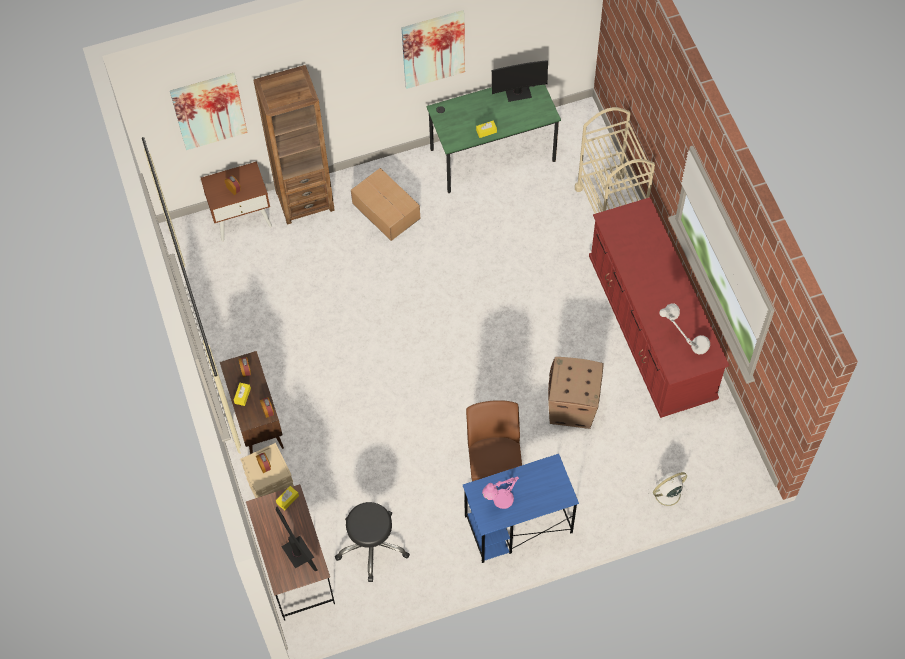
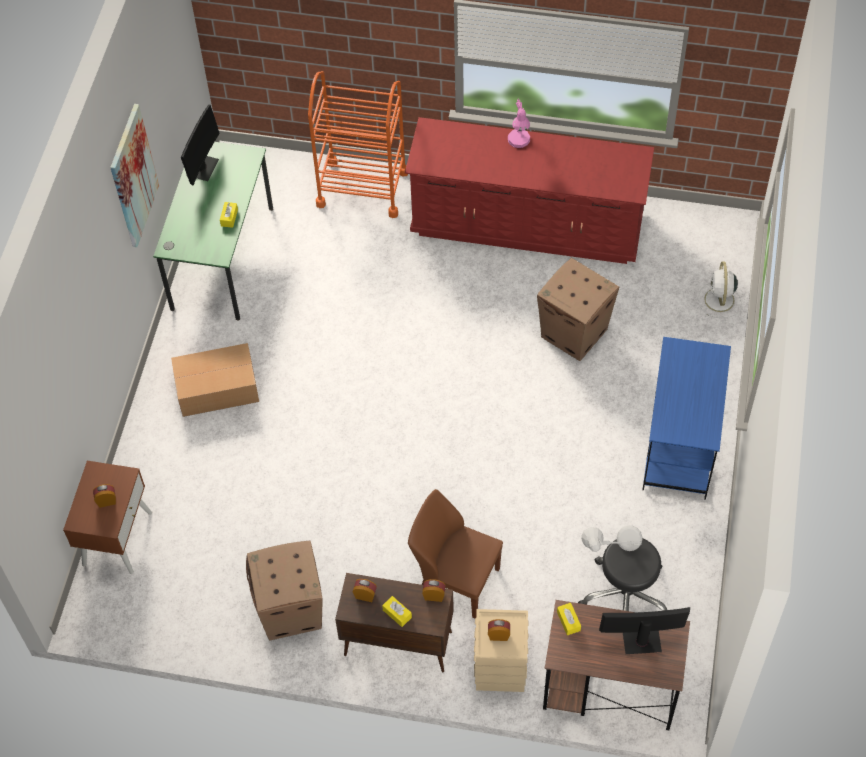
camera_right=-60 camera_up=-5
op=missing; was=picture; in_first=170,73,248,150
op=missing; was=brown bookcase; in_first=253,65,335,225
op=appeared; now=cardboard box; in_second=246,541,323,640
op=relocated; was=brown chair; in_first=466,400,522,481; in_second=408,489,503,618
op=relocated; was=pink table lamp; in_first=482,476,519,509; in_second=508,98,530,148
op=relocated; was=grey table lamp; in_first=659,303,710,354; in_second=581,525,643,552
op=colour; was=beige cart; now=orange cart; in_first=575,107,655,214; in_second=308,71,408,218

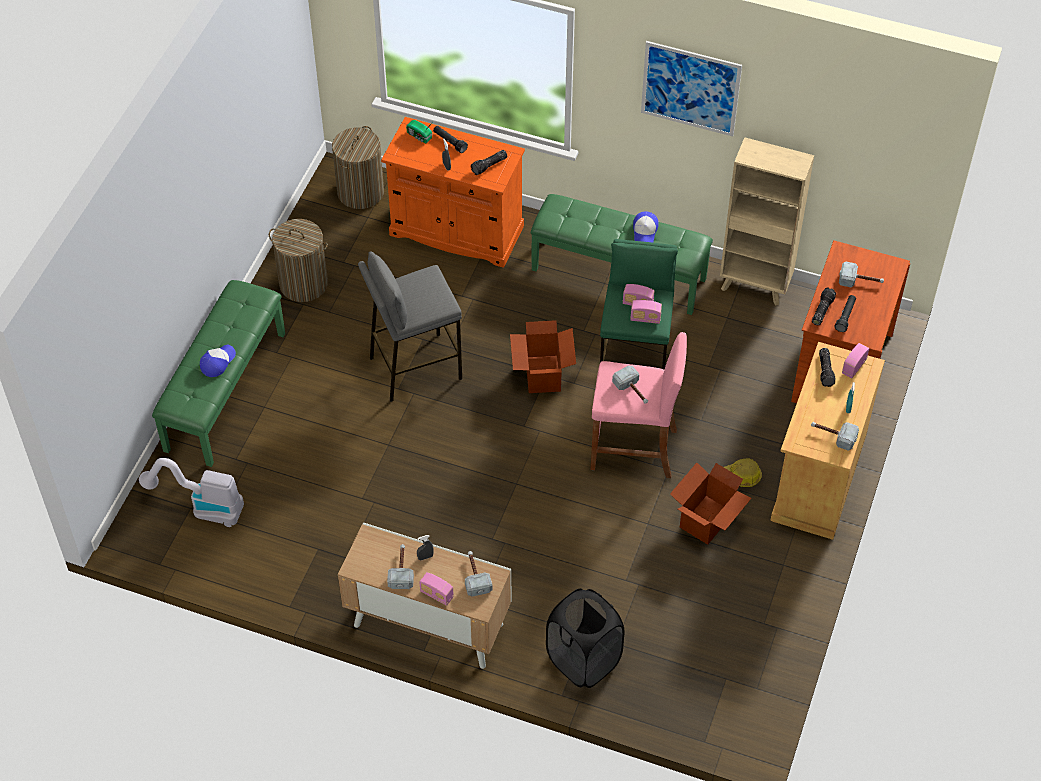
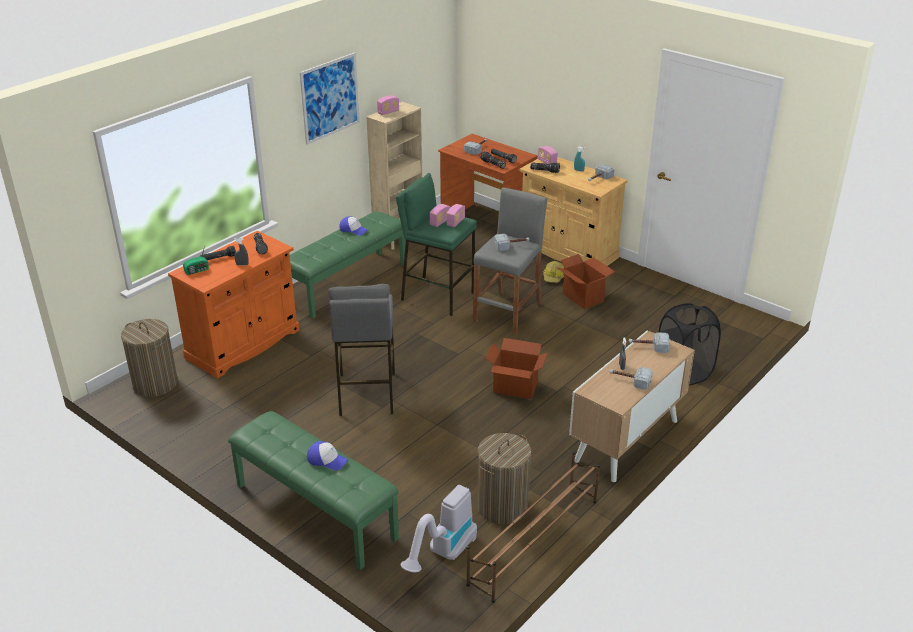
camera_right=-70 camera_up=-20
op=appeared; now=brown shoe rack; in_second=466,451,600,603
op=relocated; was=laundry basket; in_first=269,219,328,302; in_second=477,433,531,524
op=relocated; was=radio; in_first=419,572,454,606; in_second=377,95,399,115
op=relocated; was=cardboard box; in_first=510,320,576,393; in_second=485,338,548,399
op=colour; was=pink stool; now=grey stool; in_first=591,332,687,478; in_second=473,187,547,334
op=spun; was=cap; in_first=200,345,236,377; in_second=307,441,348,470; clockwise=150

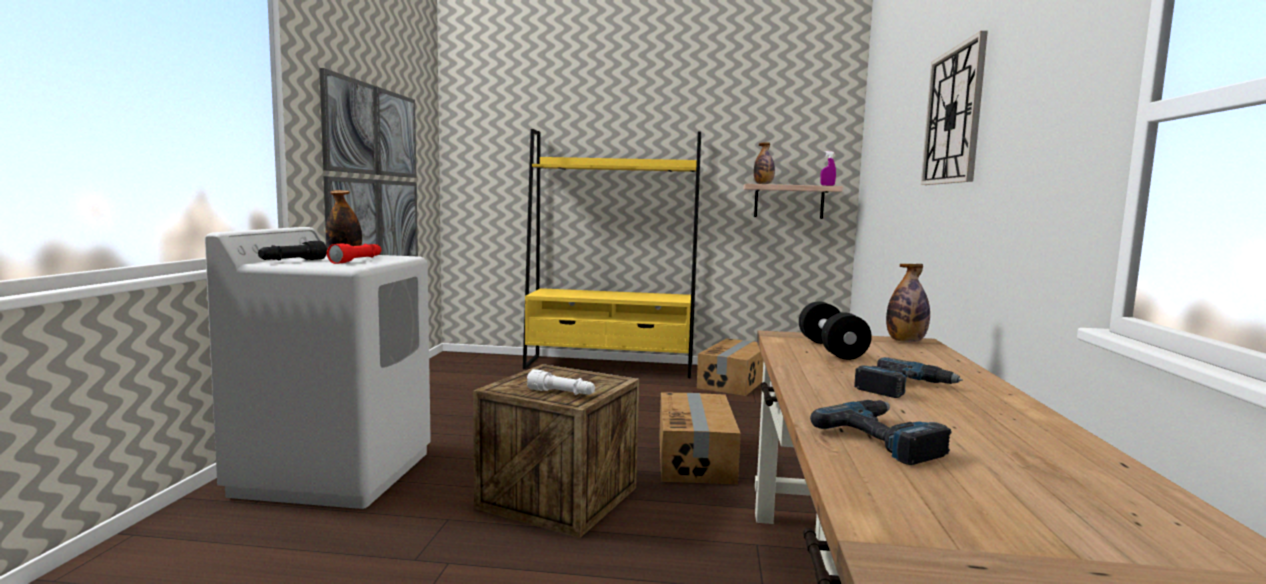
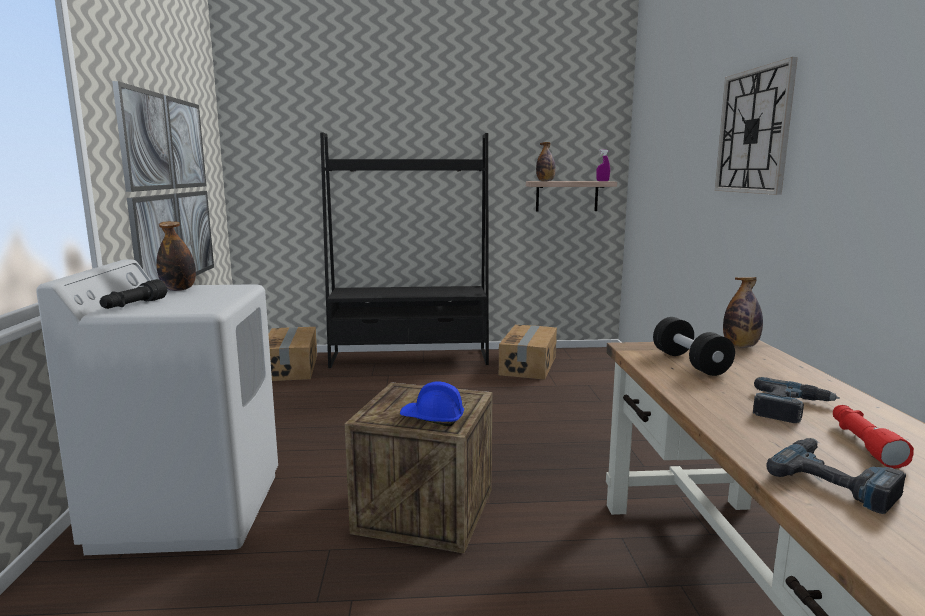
camera_right=-10 camera_up=5
op=relocated; was=red flashlight; in_first=326,243,381,264; in_second=833,405,914,469
op=relocated; was=cardboard box; in_first=659,392,741,485; in_second=269,327,317,381
op=exchanged; was=white flashlight; now=blue hard hat; in_first=527,369,595,395; in_second=400,381,464,426
op=colour; was=yellow bookcase; now=black bookcase; in_first=523,129,701,378; in_second=320,132,489,368

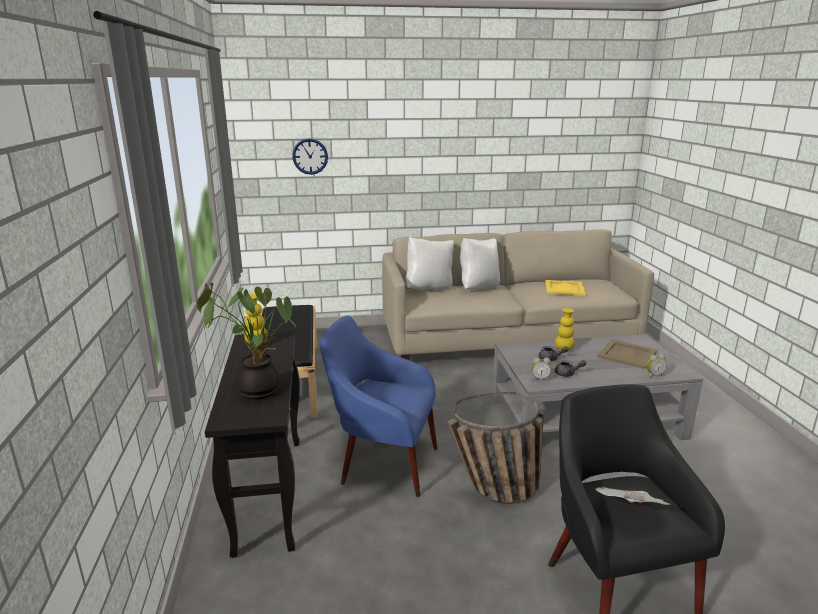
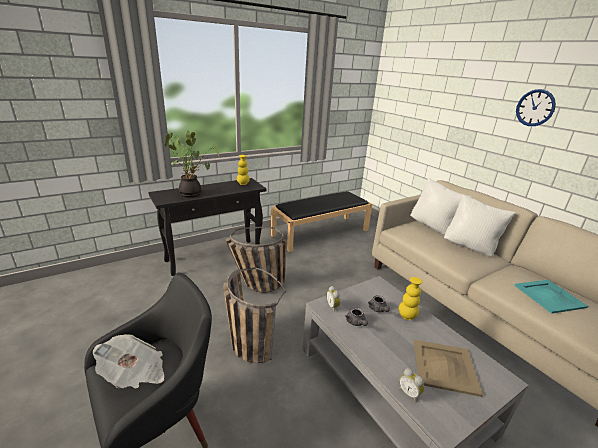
camera_right=65 camera_up=5
op=relocated; was=wall clock; in_first=292,138,328,175; in_second=516,89,556,126
op=exchanged; was=blue armchair; now=basket; in_first=320,315,437,497; in_second=226,227,287,293
op=colour; was=yellow tray; now=turquoise tray; in_first=545,280,586,296; in_second=514,280,588,314

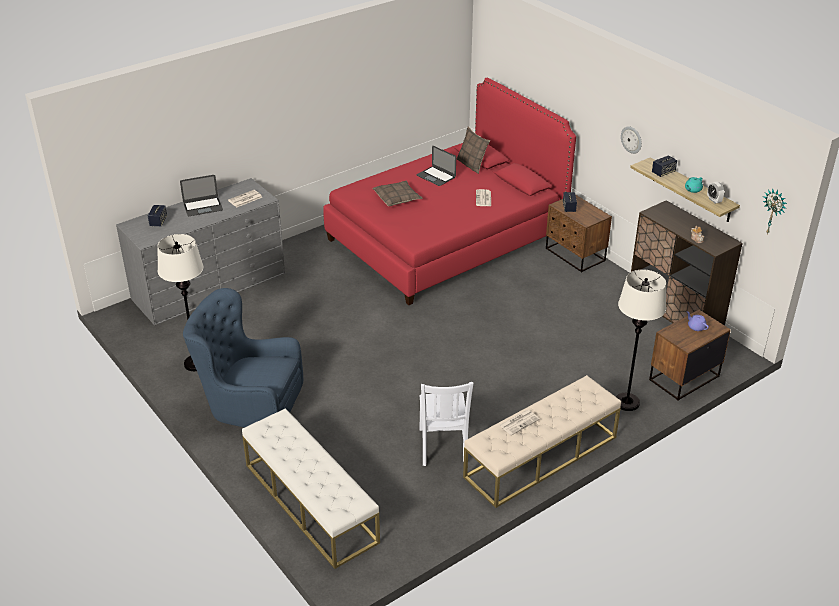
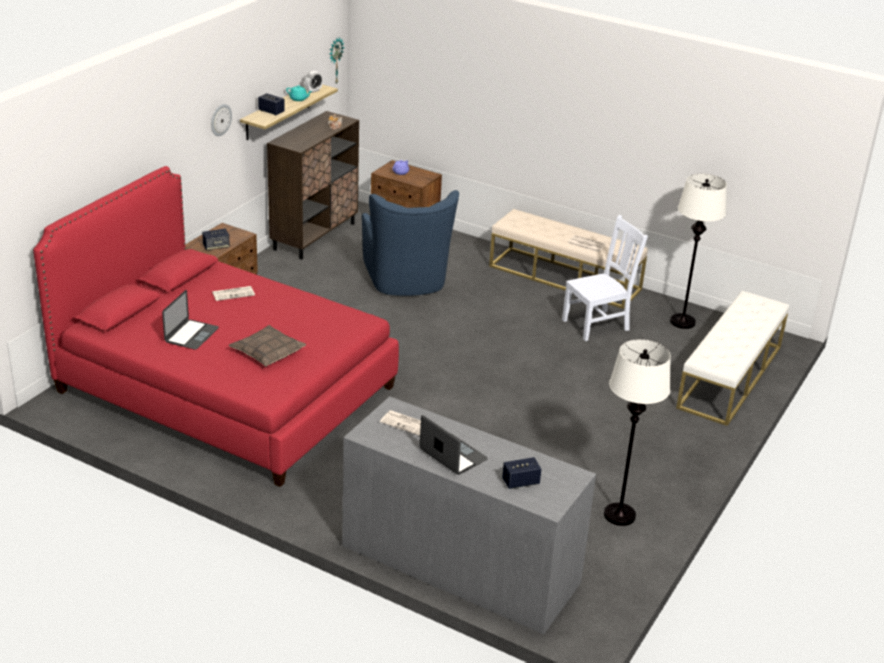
camera_right=-115 camera_up=-5
op=missing; was=pillow; in_first=457,127,490,174
op=relocated; was=blue armchair; in_first=183,288,303,428; in_second=362,190,459,296
op=relocated; was=white floor lamp; in_first=616,269,666,411; in_second=670,174,727,329

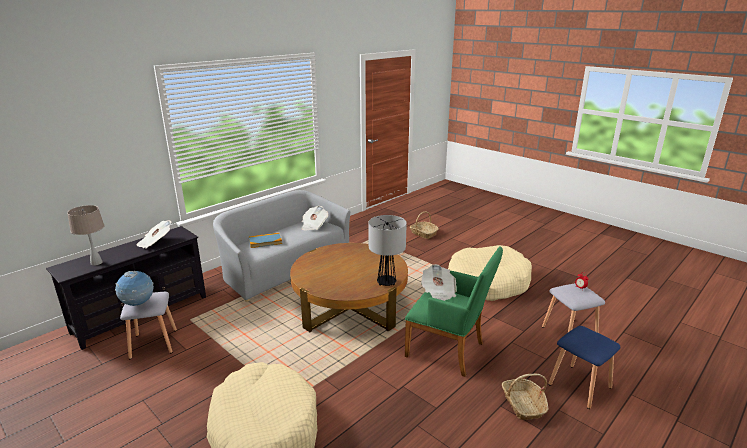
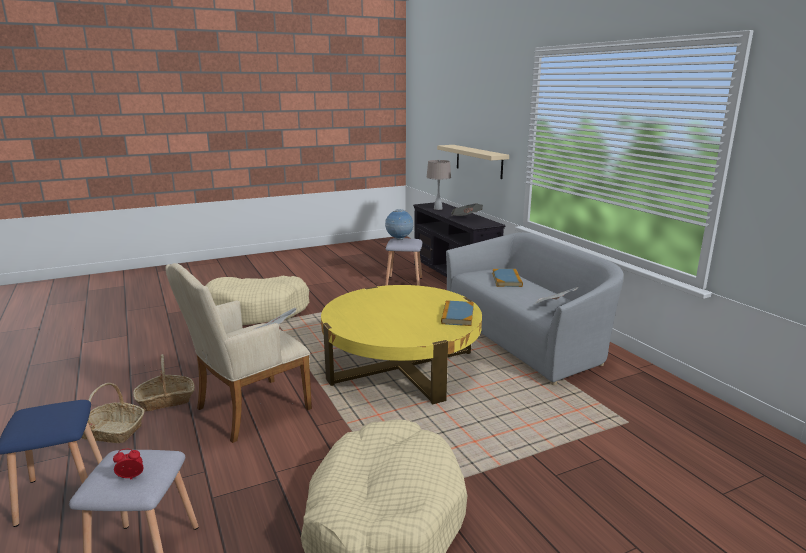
camera_right=110 camera_up=-5
op=missing; was=table lamp; in_first=369,215,407,286
op=appeared; now=beige shelf; in_second=437,145,509,179
op=appeared; now=book; in_second=441,300,474,326
op=relocated; was=basket; in_first=410,212,439,239; in_second=133,354,195,412
op=colour; was=brown coffee table; now=yellow coffee table; in_first=290,243,408,332; in_second=321,285,482,405
op=colour; was=green armchair; now=beige armchair; in_first=405,246,503,377; in_second=166,263,312,443

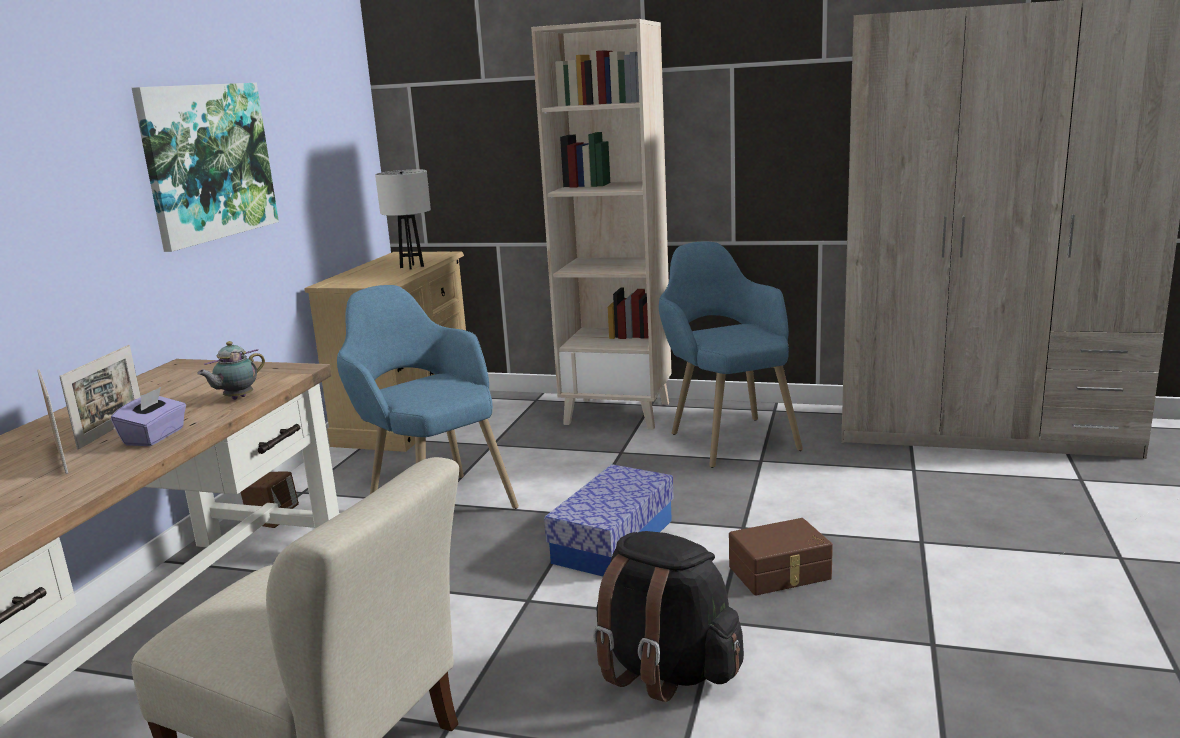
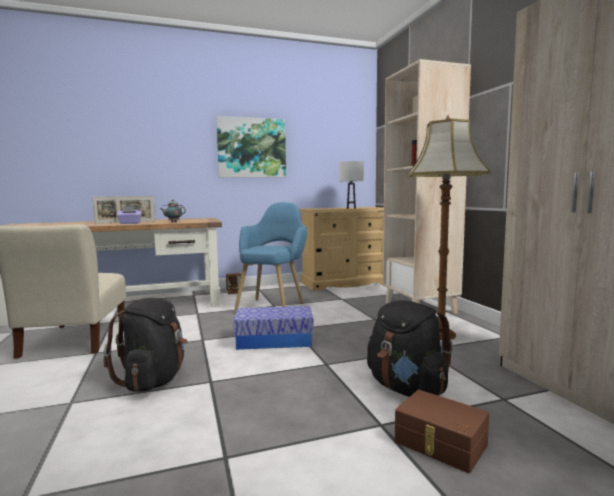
camera_right=55 camera_up=-10
op=appeared; now=black backpack; in_second=367,300,453,397
op=relocated; was=brown storage box; in_first=729,518,833,595; in_second=395,390,489,473
op=exchanged; was=blue armchair; now=floor lamp; in_first=659,241,803,468; in_second=407,115,491,340

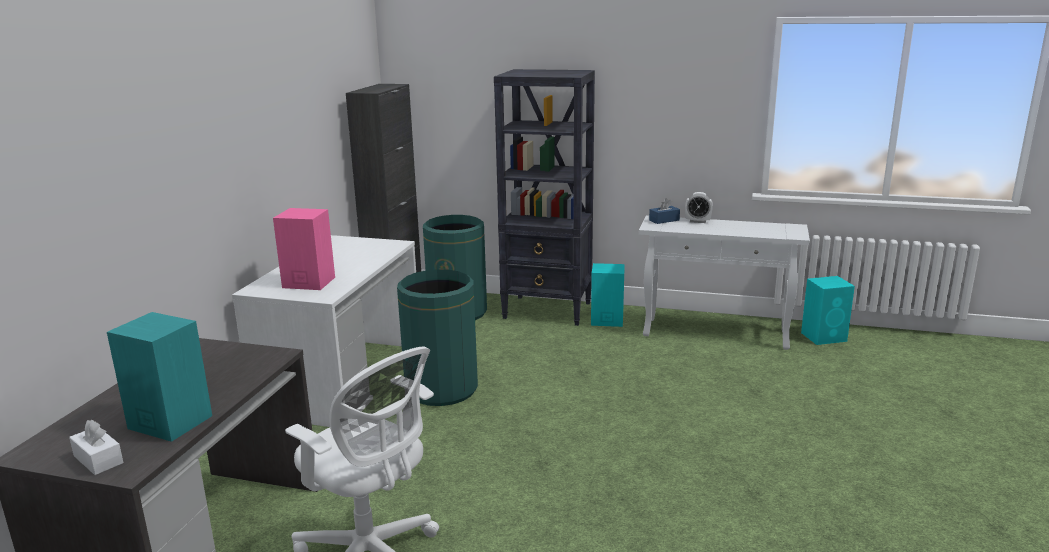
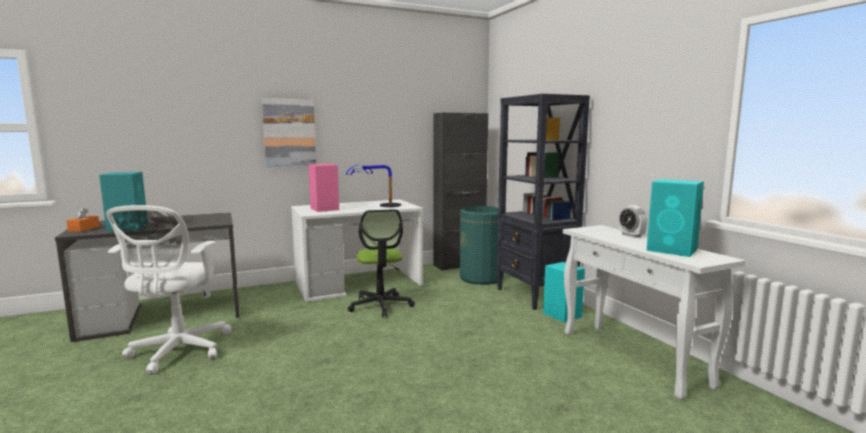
camera_right=50 camera_up=-10
op=missing; was=blue tissue box; in_first=649,198,680,224
op=appeared; now=picture; in_second=262,98,316,167
op=appeared; now=table lamp; in_second=346,165,401,207
op=relocated; was=turquoise speaker; in_first=801,276,855,345; in_second=646,179,704,257
op=exchanged; was=green trash can; now=office chair; in_first=397,269,478,406; in_second=348,209,415,317
op=colour; was=white tissue box; now=orange tissue box; in_first=69,420,124,475; in_second=66,208,100,232

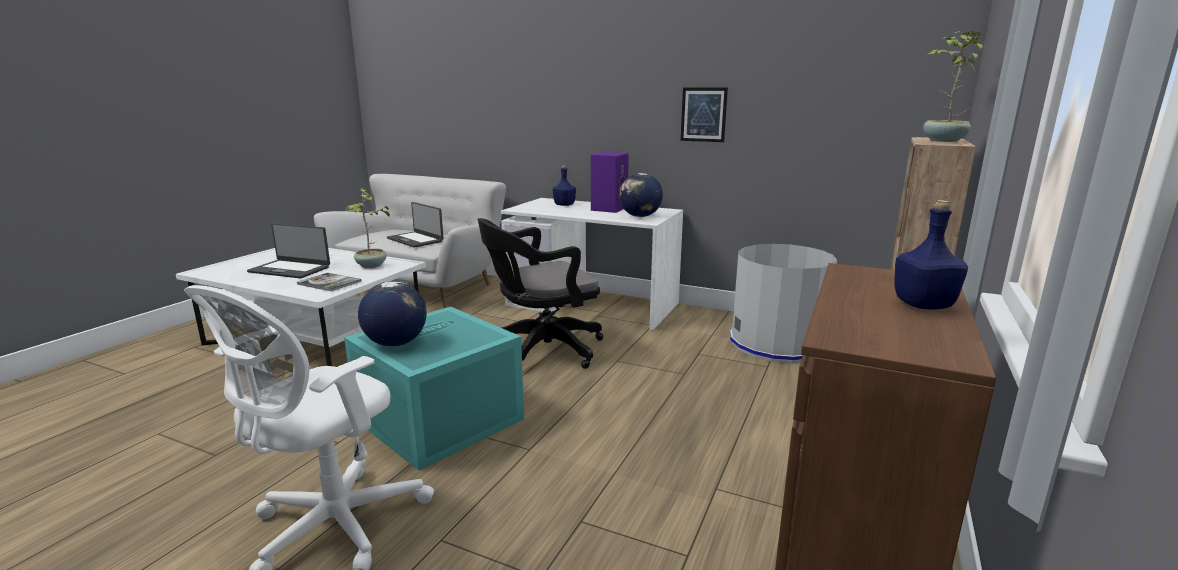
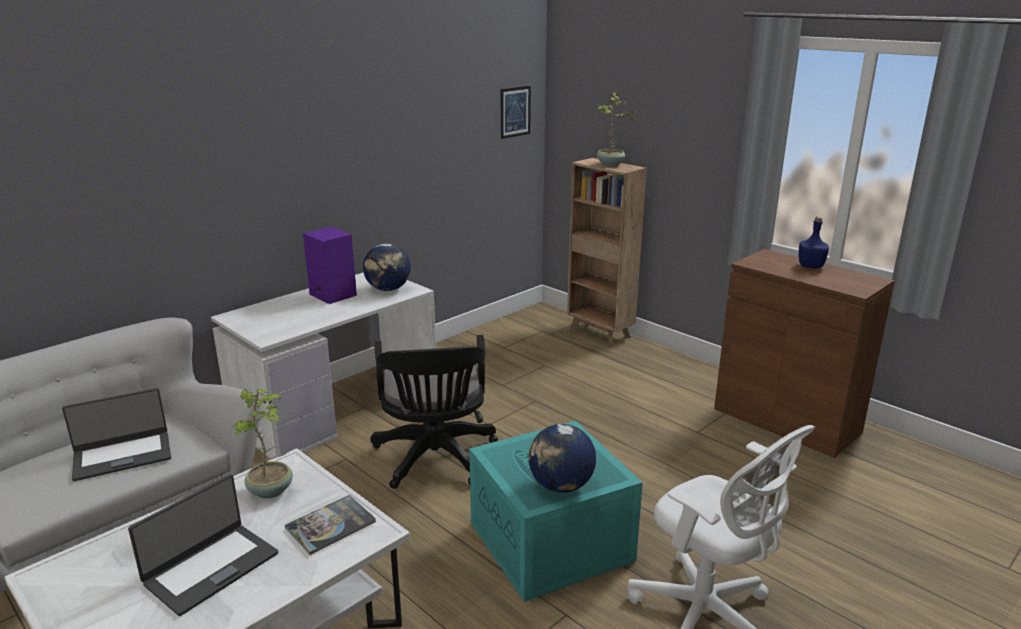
camera_right=-70 camera_up=5
op=missing; was=blue bottle; in_first=553,165,576,206
op=missing; was=grey trash can; in_first=730,244,837,363
op=relocated; was=picture; in_first=681,88,728,142; in_second=501,86,531,139

